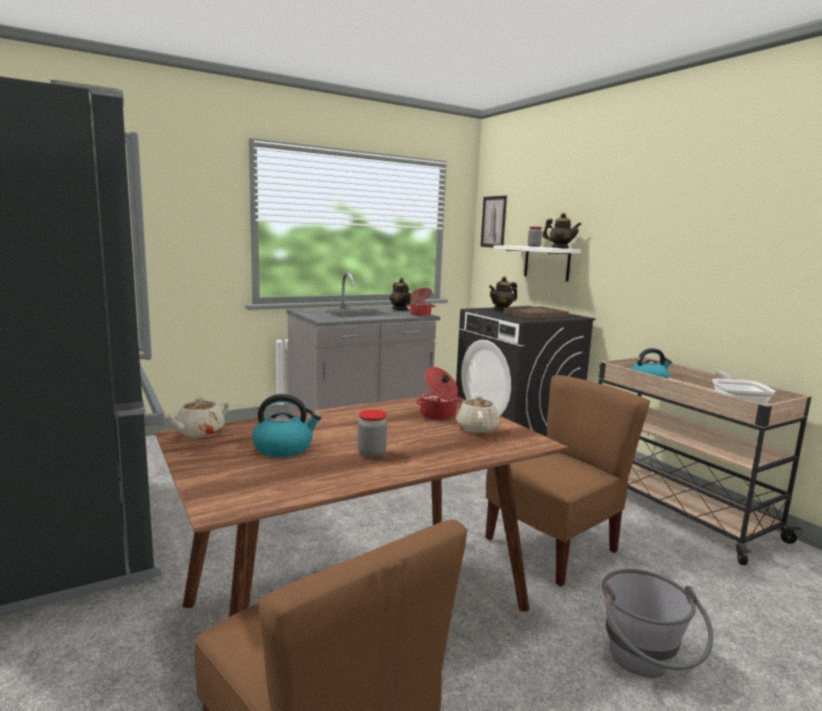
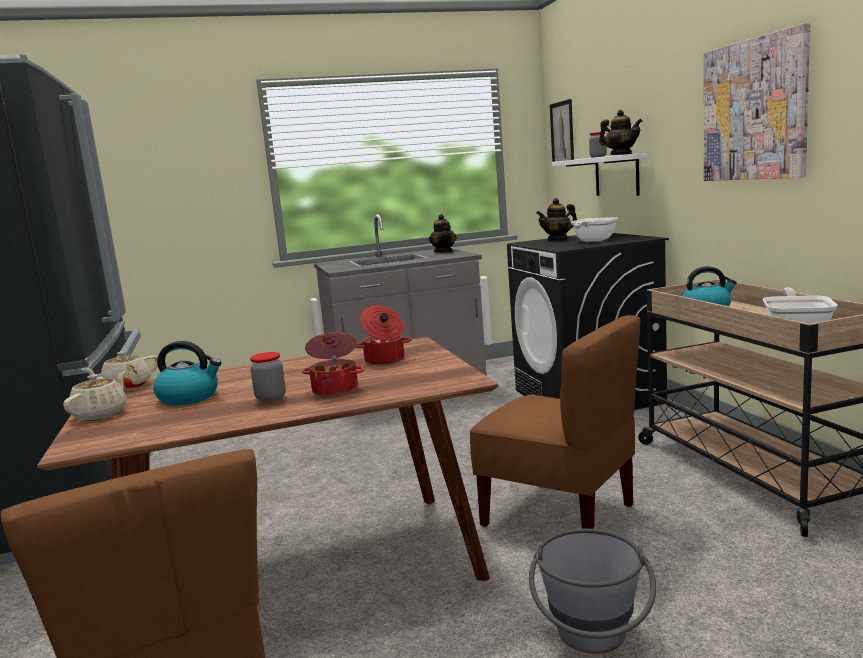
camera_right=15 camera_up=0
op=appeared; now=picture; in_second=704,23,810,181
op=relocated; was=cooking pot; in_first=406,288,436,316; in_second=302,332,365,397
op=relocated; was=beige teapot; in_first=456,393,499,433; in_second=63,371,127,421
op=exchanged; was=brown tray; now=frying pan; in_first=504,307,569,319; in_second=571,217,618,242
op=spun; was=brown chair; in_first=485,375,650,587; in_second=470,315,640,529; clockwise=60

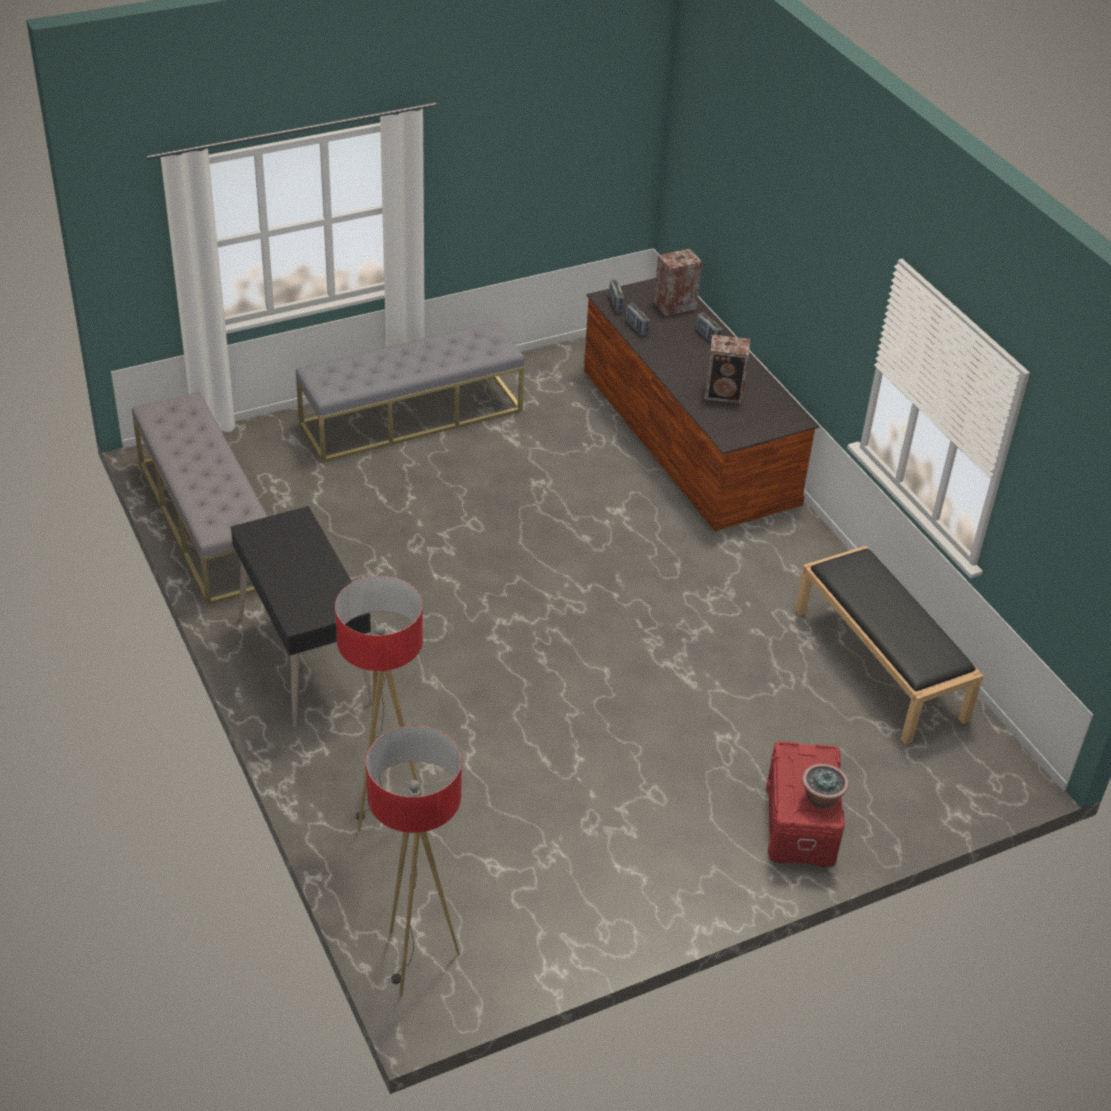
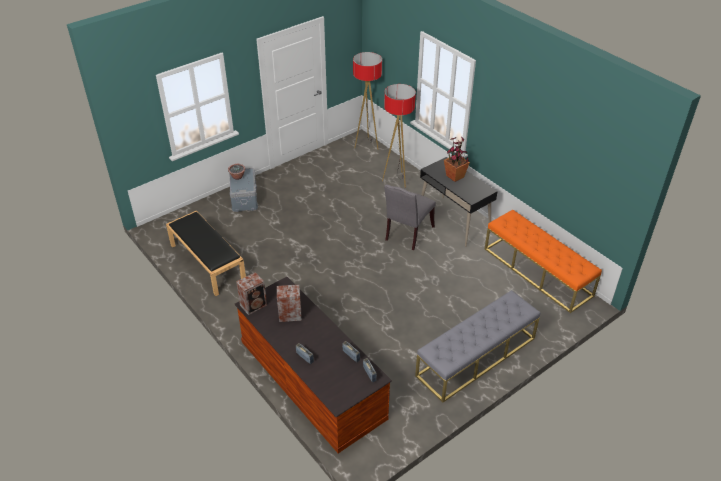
camera_right=170 camera_up=0
op=appeared; now=grey chair; in_second=384,184,436,250
op=appeared; now=potted plant; in_second=444,136,470,182
op=relocated; was=speaker; in_first=653,248,702,316; in_second=236,272,267,315
op=colour; was=grey bench; now=orange bench; in_first=132,392,268,605; in_second=485,210,602,313
op=colour; was=red storage box; now=grey storage box; in_first=766,741,845,867; in_second=229,168,258,212

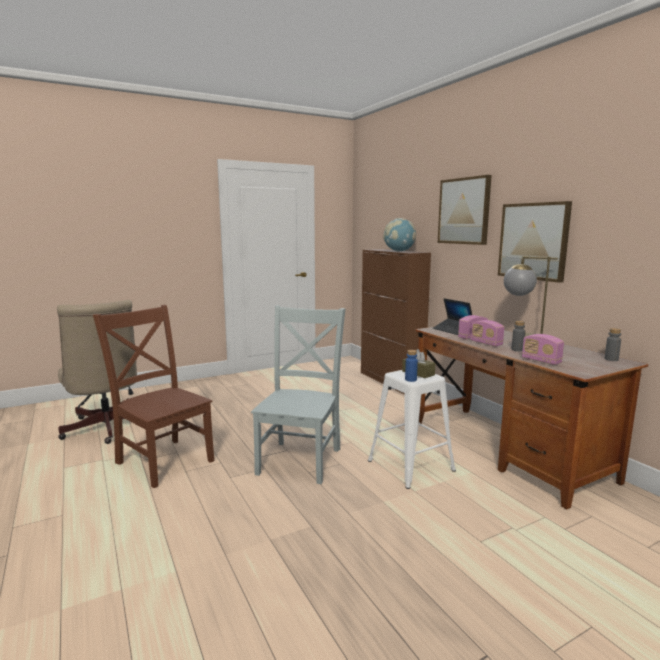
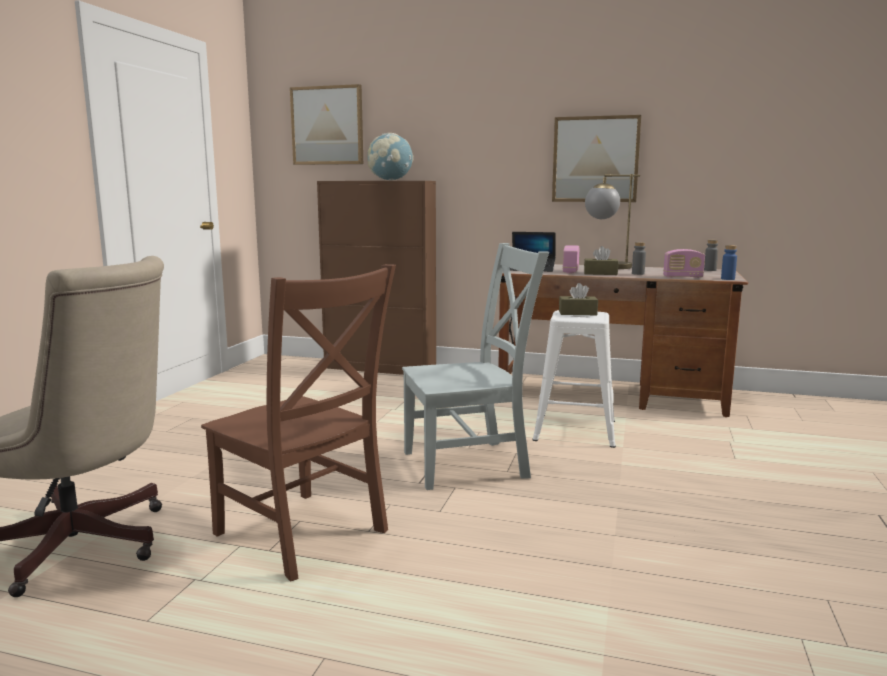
camera_right=-45 camera_up=0
op=relocated; was=blue bottle; in_first=405,350,418,382; in_second=721,245,737,280
op=relocated; was=picture; in_first=438,175,492,245; in_second=290,84,363,165
op=exchanged; was=radio; now=brown tissue box; in_first=471,320,504,347; in_second=584,246,618,275
op=spun; was=brown chair; in_first=93,305,214,488; in_second=201,264,396,582; clockwise=-135
op=spun; was=grey chair; in_first=251,305,345,484; in_second=402,243,549,490; clockwise=105

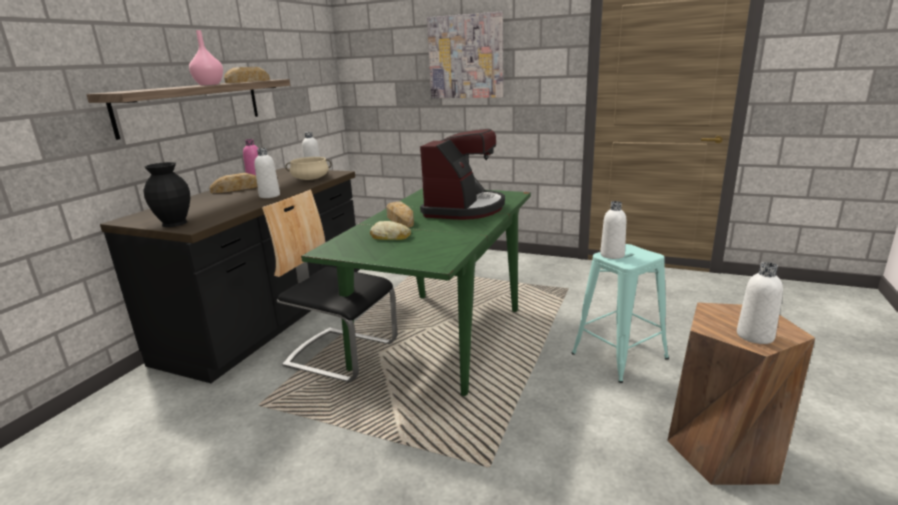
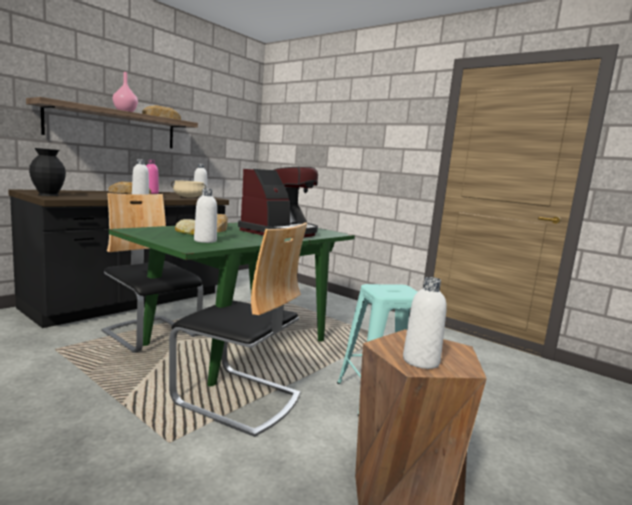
camera_right=15 camera_up=-10
op=missing; was=picture; in_first=427,12,503,98
op=appeared; now=chair; in_second=169,222,307,437
op=relocated; was=white bottle; in_first=600,201,626,259; in_second=194,189,217,243

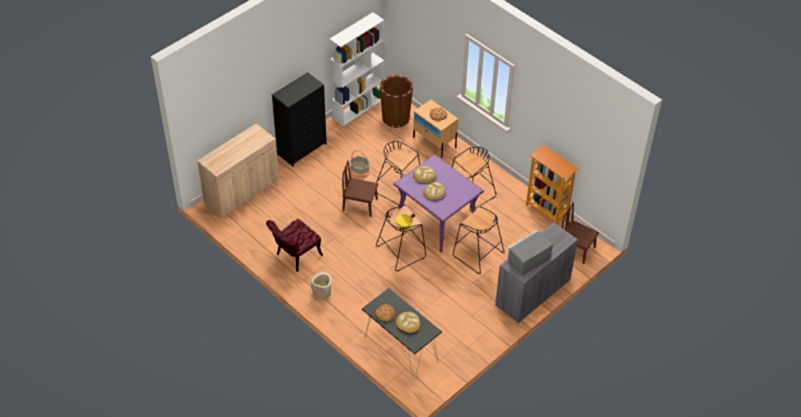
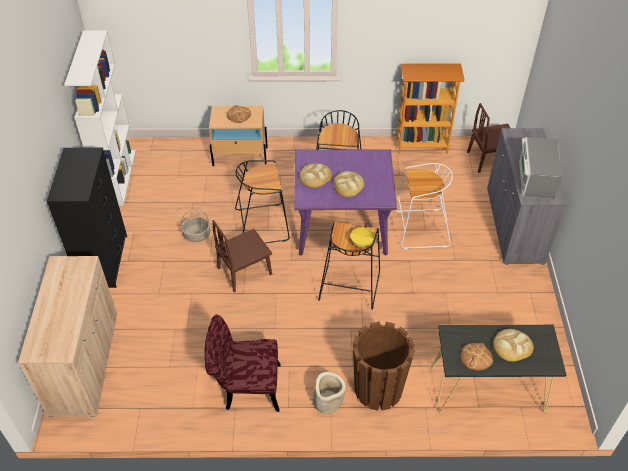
camera_right=-45 camera_up=0
op=relocated; was=brown planter; in_first=380,75,413,128; in_second=353,321,415,411
op=colour; was=black stool; now=white stool; in_first=453,207,504,274; in_second=395,163,453,249
op=spun; was=red chair; in_first=266,219,323,272; in_second=204,315,281,412; clockwise=90

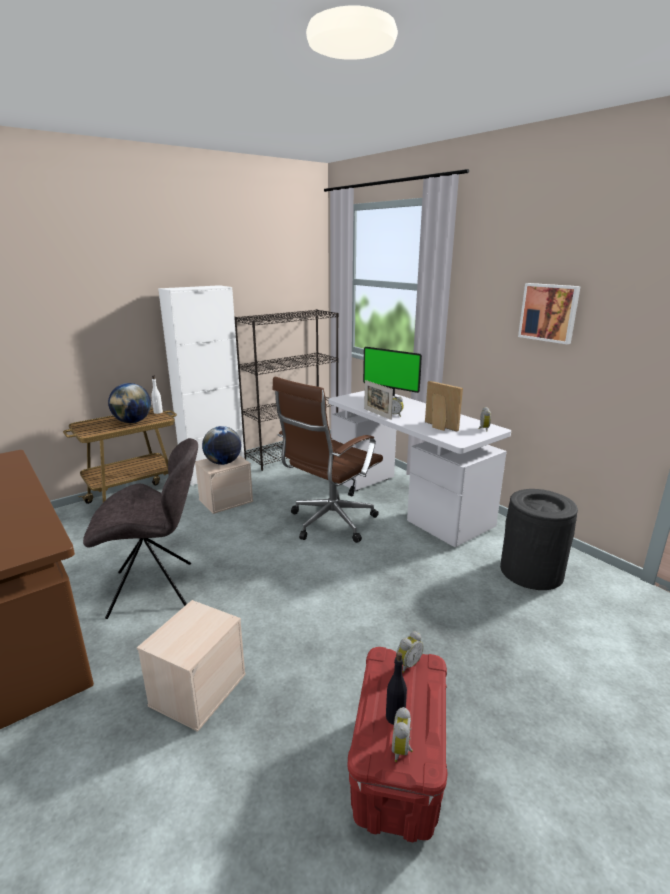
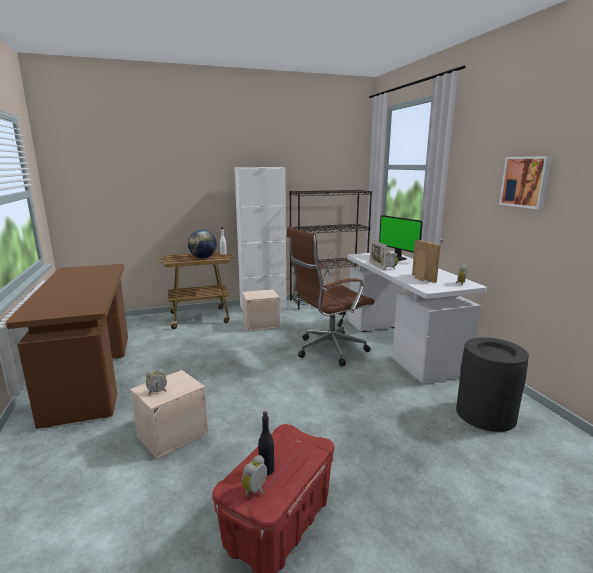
camera_right=20 camera_up=-5
op=missing; was=grey chair; in_first=83,438,198,619
op=missing; was=globe; in_first=202,426,241,465
op=relocated; was=alarm clock; in_first=396,631,424,673; in_second=146,369,167,395

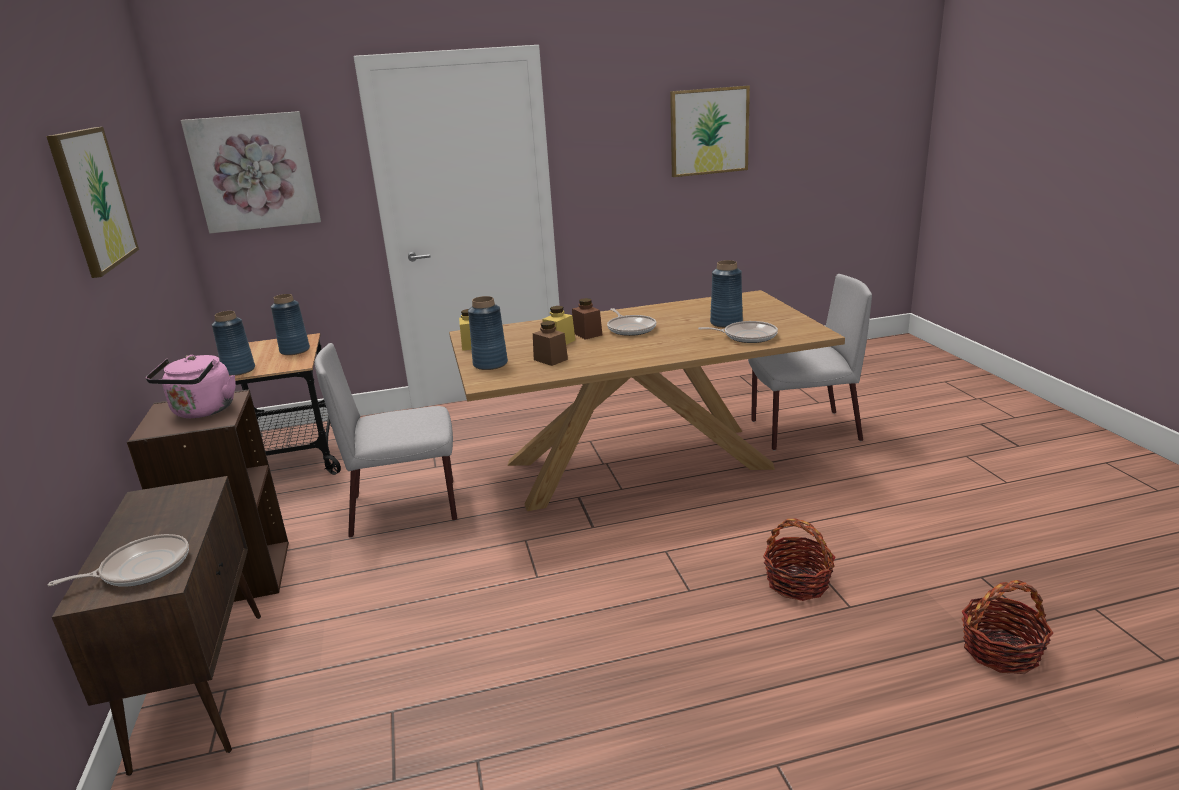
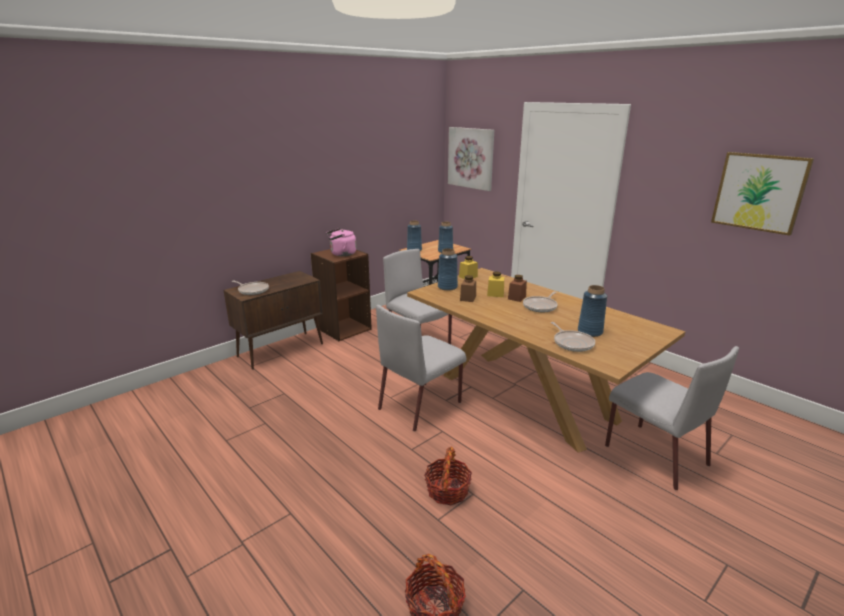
camera_right=60 camera_up=0
op=missing; was=picture; in_first=46,127,139,278
op=appeared; now=grey chair; in_second=376,305,466,432

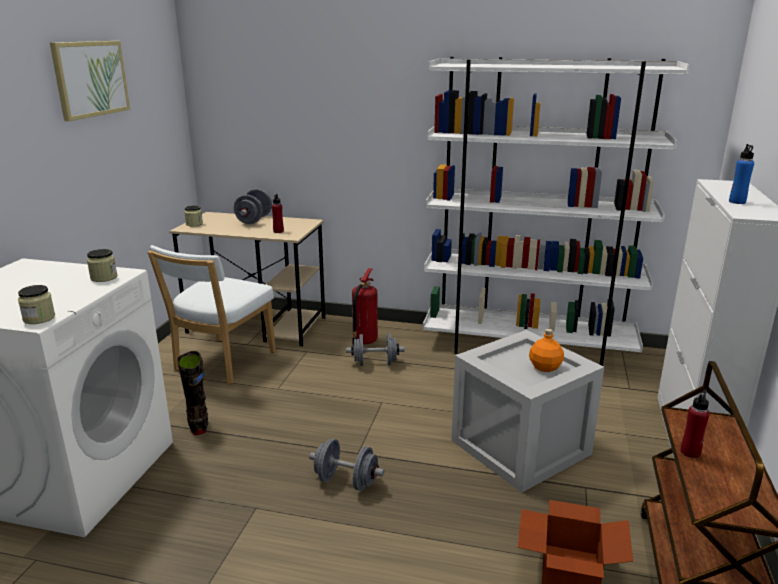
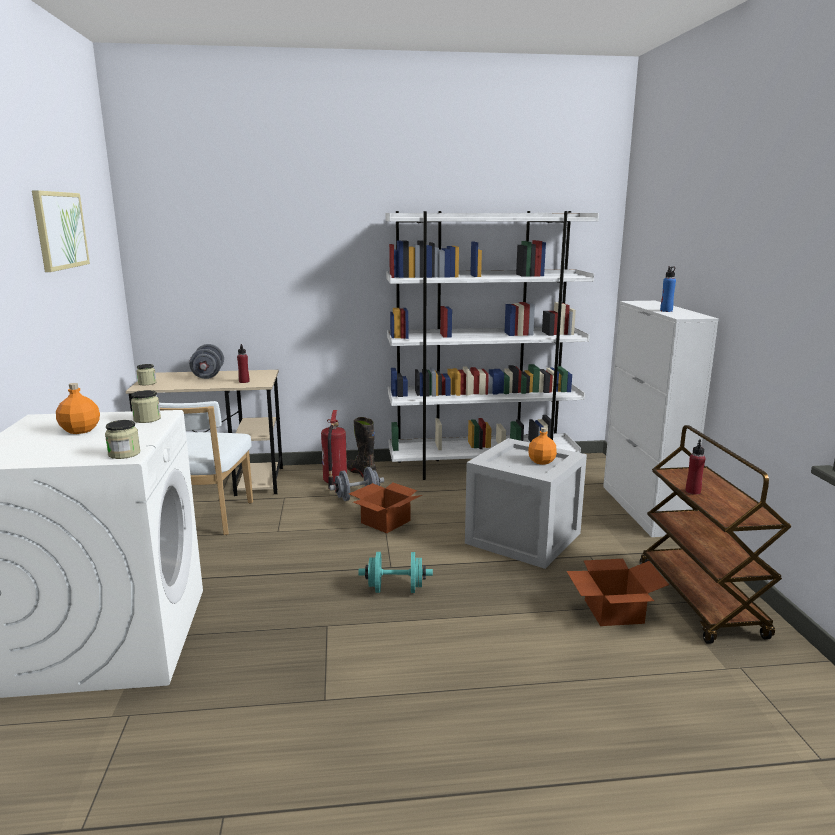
camera_right=-20 camera_up=-5
op=appeared; now=orange bottle; in_second=56,383,100,434
op=appeared; now=cardboard box; in_second=349,483,422,533
op=relocated; was=black boot; in_first=177,351,208,435; in_second=347,417,376,478
op=colour; was=grey dumbbell; now=turquoise dumbbell; in_first=309,439,384,491; in_second=358,552,433,593

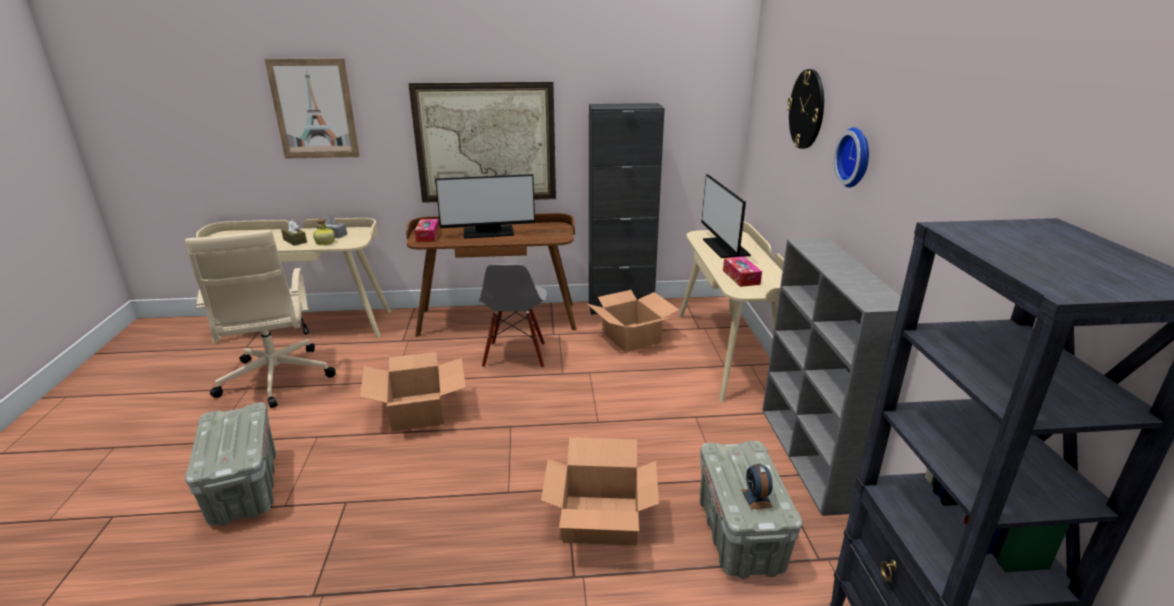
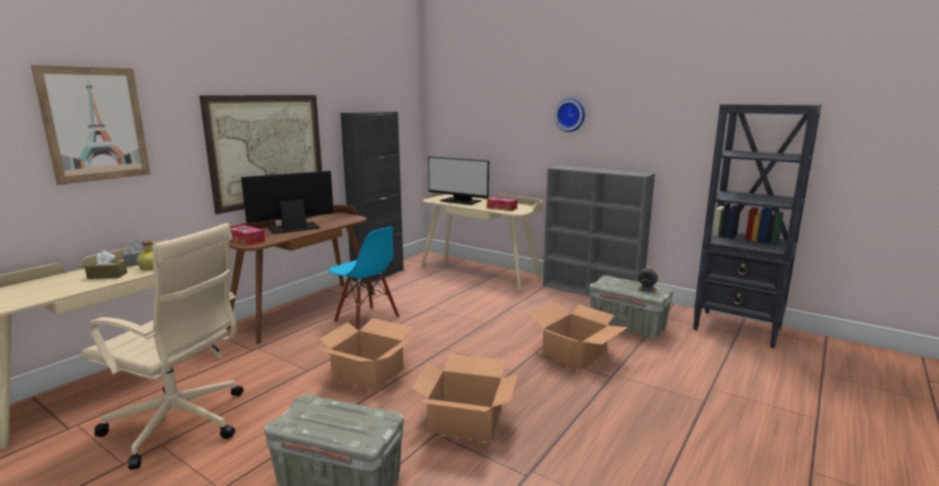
camera_right=-50 camera_up=-10
op=missing; was=wall clock; in_first=787,69,824,149
op=relocated; was=cardboard box; in_first=587,290,679,352; in_second=411,354,518,442
op=colour; was=grey chair; now=blue chair; in_first=479,264,547,368; in_second=328,227,400,331
op=spun; was=monitor; in_first=435,174,535,239; in_second=241,171,334,234; clockwise=-150

